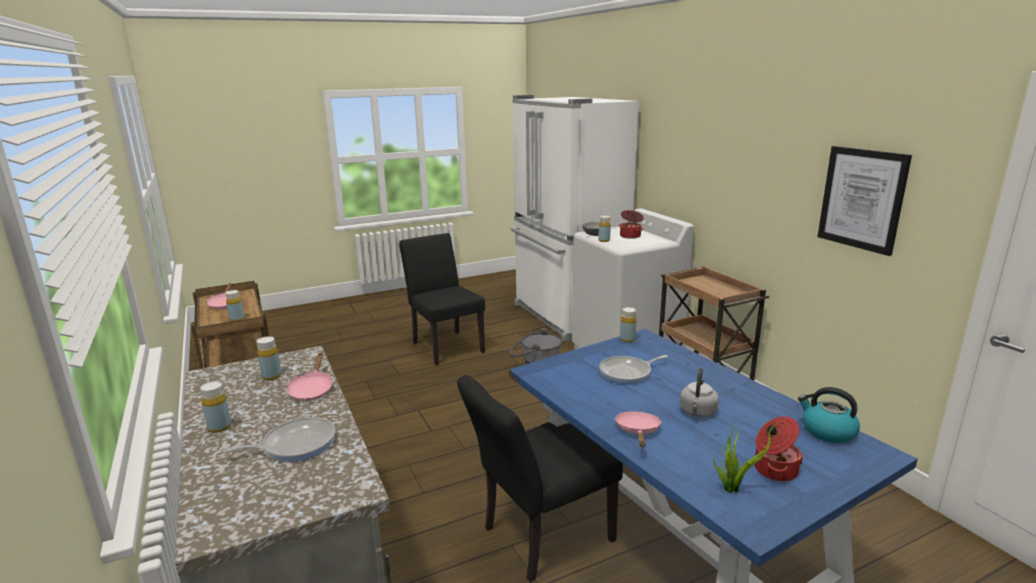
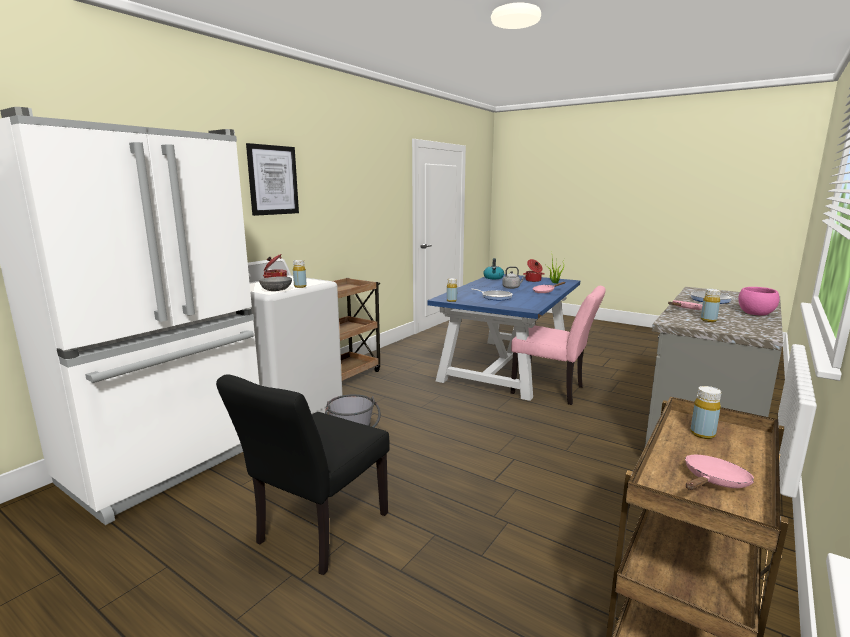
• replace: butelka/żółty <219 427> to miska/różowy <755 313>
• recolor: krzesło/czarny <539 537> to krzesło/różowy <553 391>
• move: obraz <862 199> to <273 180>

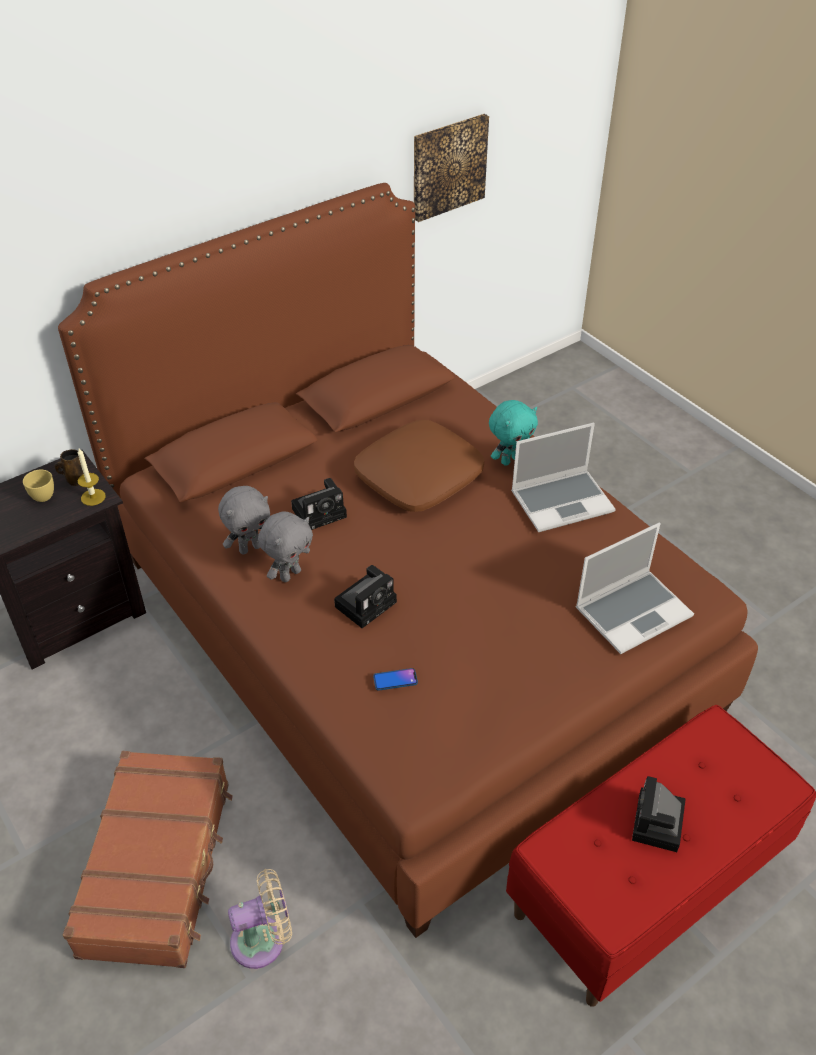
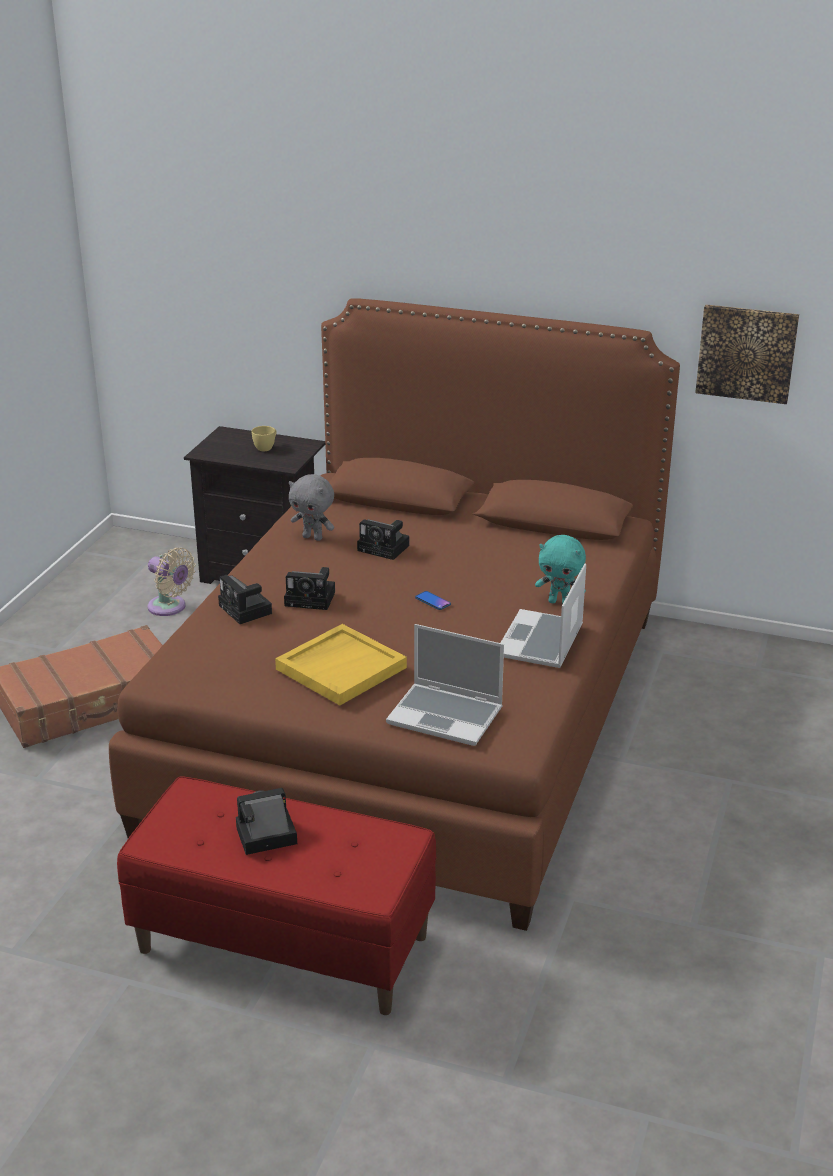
• delete: kubek/brązowy <75 480>
• delete: świeca <93 497>
• move: wentylator/beżowy <263 940> to <170 608>
• delete: pluszak/szary <290 574>
• delete: poduszka/brązowy <418 476>
• move: telefon <395 680> to <433 601>
• rotate: laptop <562 501> = <541 642> 75 degrees clockwise
• insert: aparat fotograficzny <247 610>
• insert: taca/żółty <341 667>

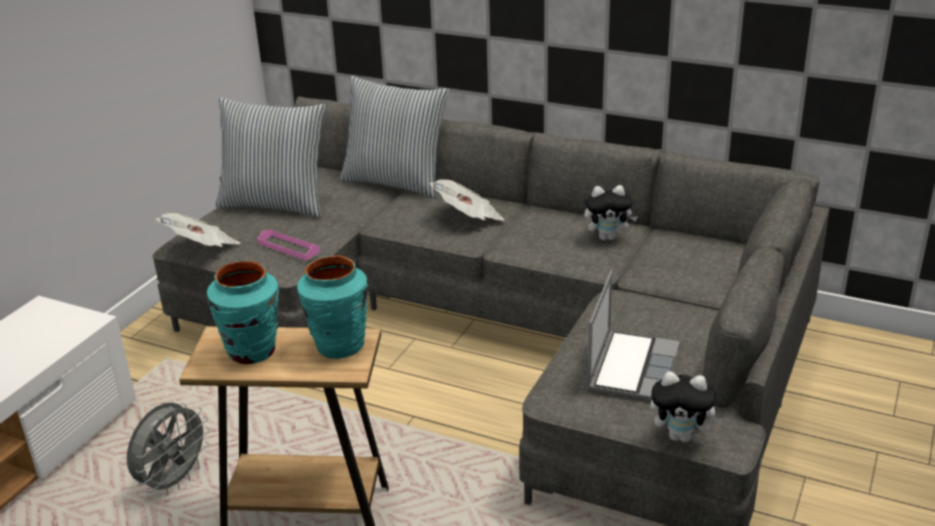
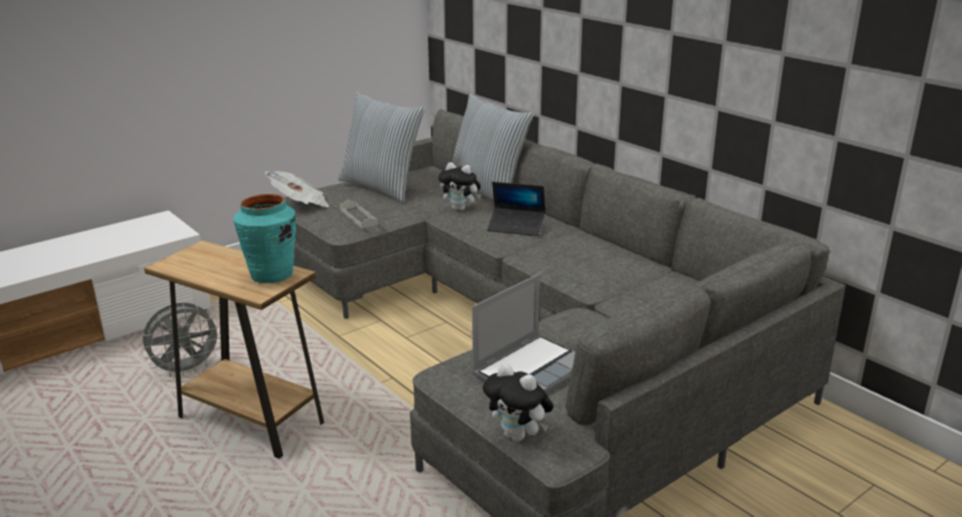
• delete: wazon/turkusowy <252 351>
• recolor: taca/różowy <289 247> to taca/szary <358 217>
• replace: gazeta <468 218> to laptop <516 227>
• move: pluszak <608 237> to <461 209>

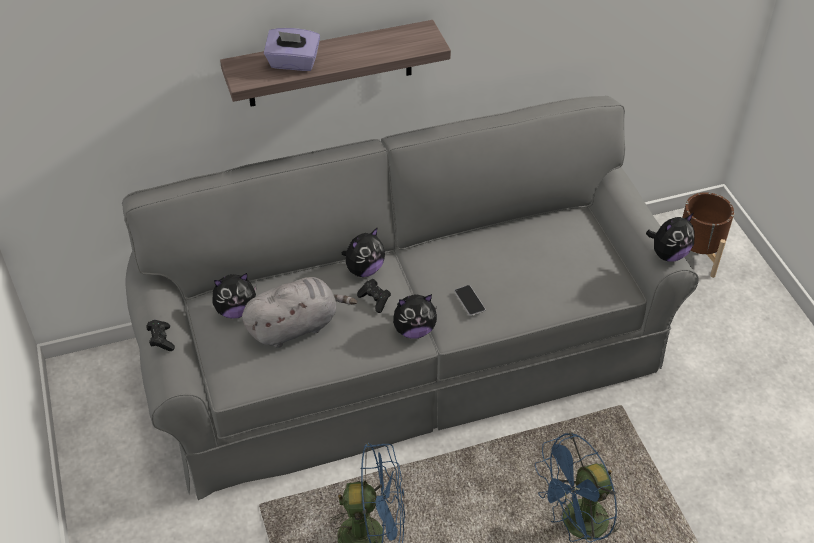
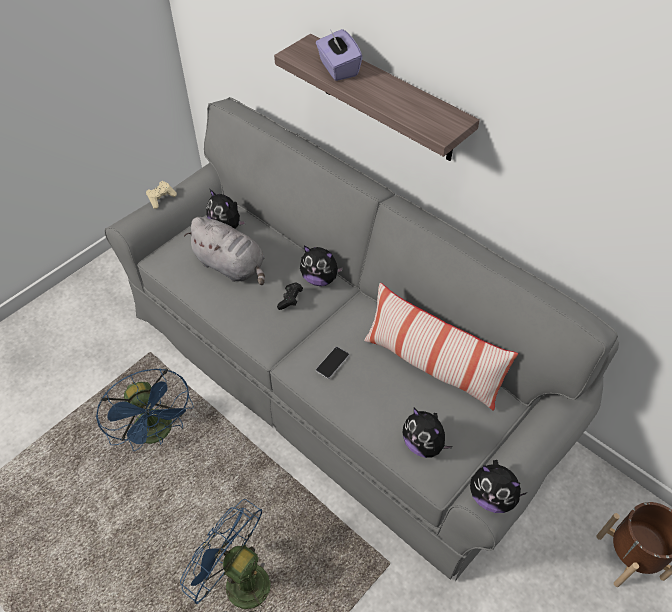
• recolor: pad do gier/czarny <161 340> to pad do gier/beżowy <161 199>
• move: pluszak <414 330> to <423 444>
• insert: poduszka <431 366>

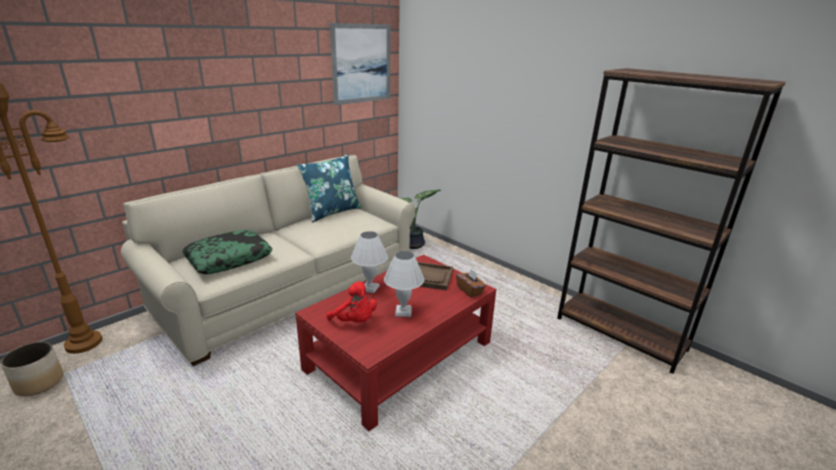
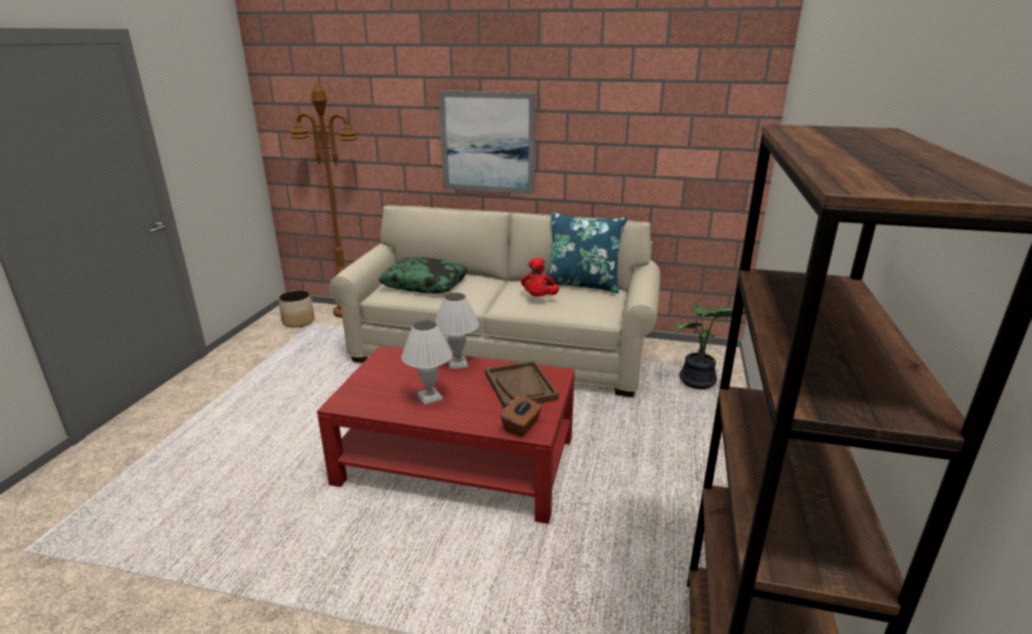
• move: pluszak/czerwony <354 321> to <539 298>
• move: obraz <361 64> to <487 142>

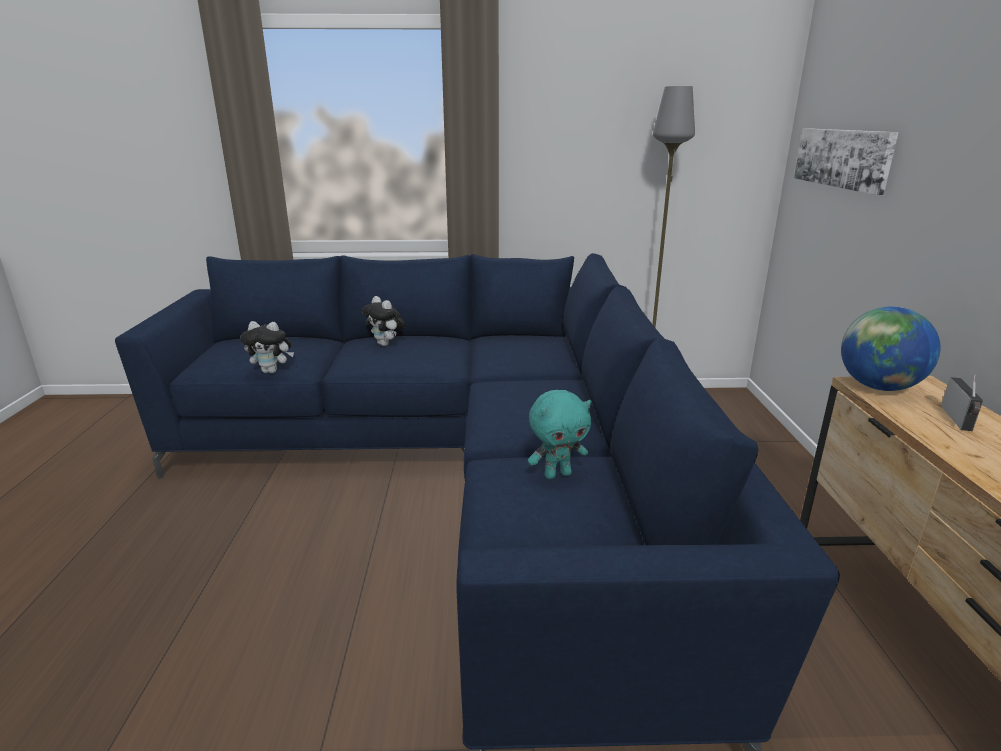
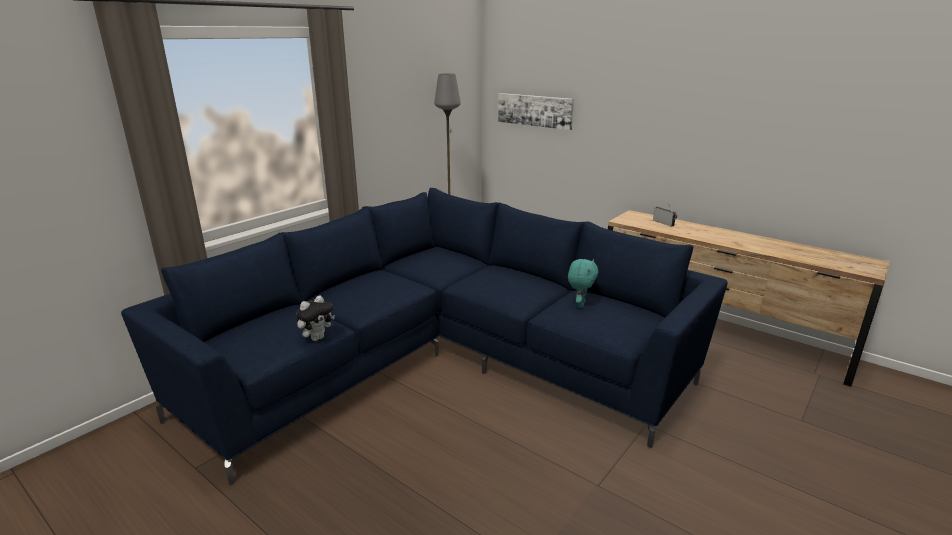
• delete: pluszak <386 344>
• delete: globus <878 387>

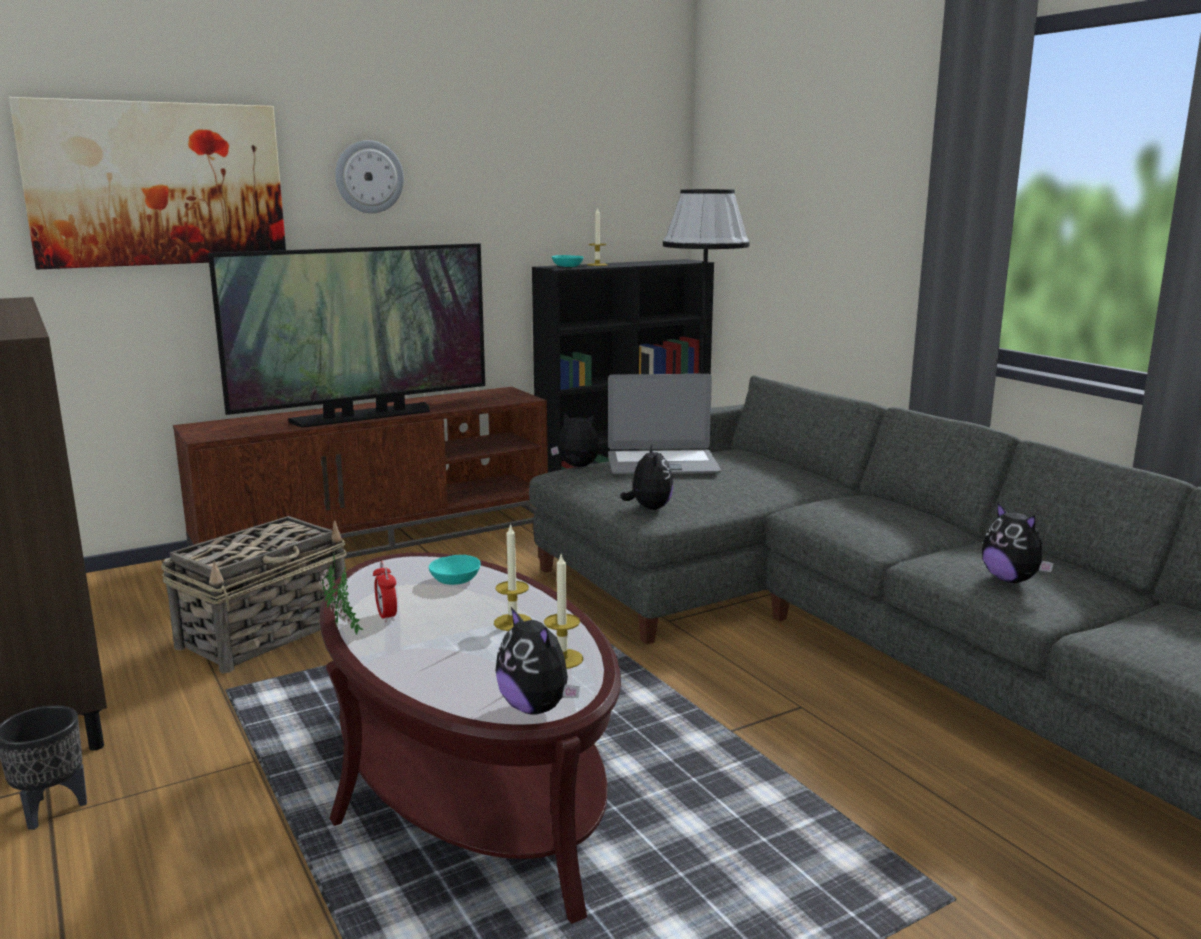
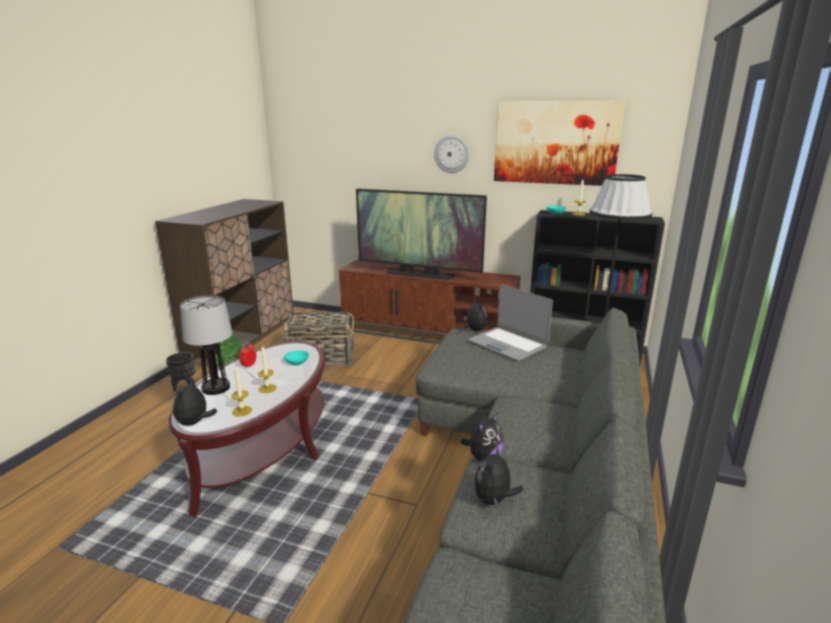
• move: obraz <157 184> to <555 143>
• move: pluszak <649 508> to <483 457>
• insert: lampa stołowa <216 388>

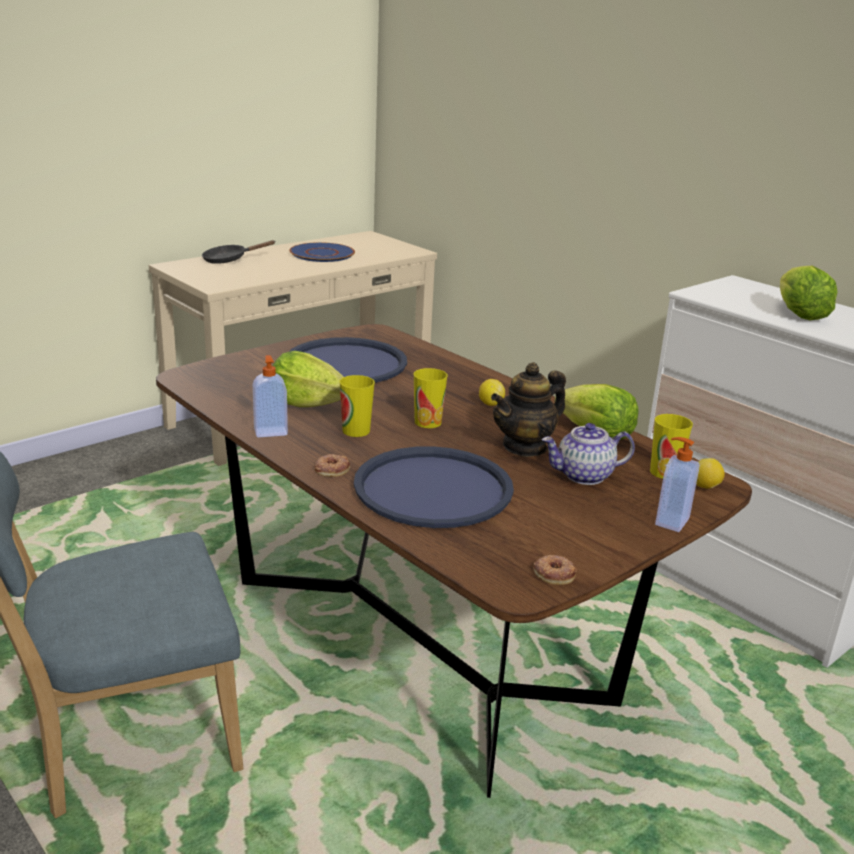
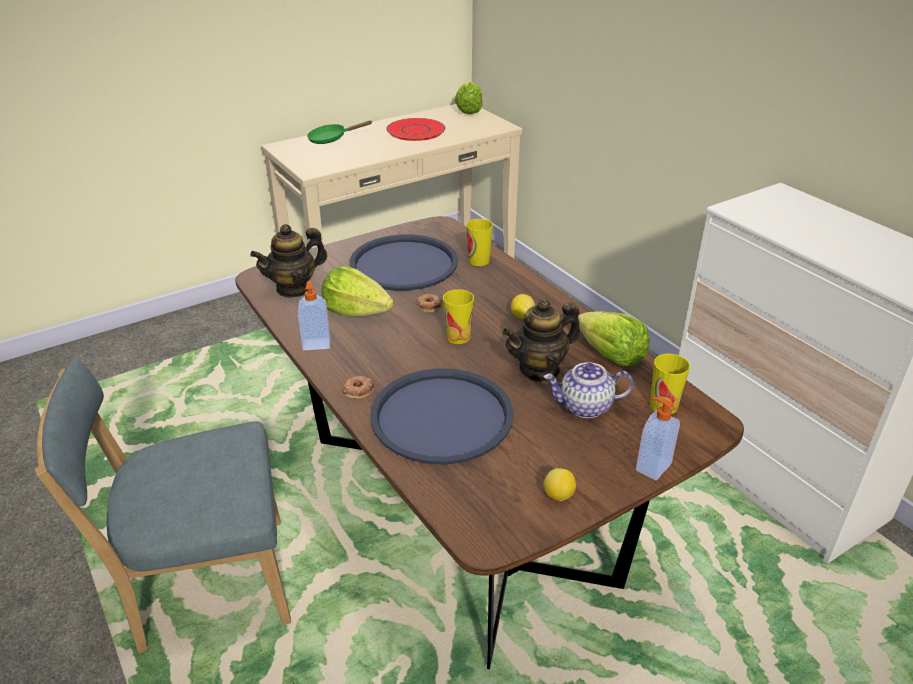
• recolor: patelnia/czarny <229 260> to patelnia/zielony <331 139>
• recolor: talerz/niebieski <321 253> to talerz/czerwony <415 130>
• move: filiżanka <356 431> to <479 261>
• move: donut <554 573> to <429 305>
• move: cytryna <705 487> to <558 496>
• move: sałata <798 314> to <469 110>
• insert: imbryk <294 288>

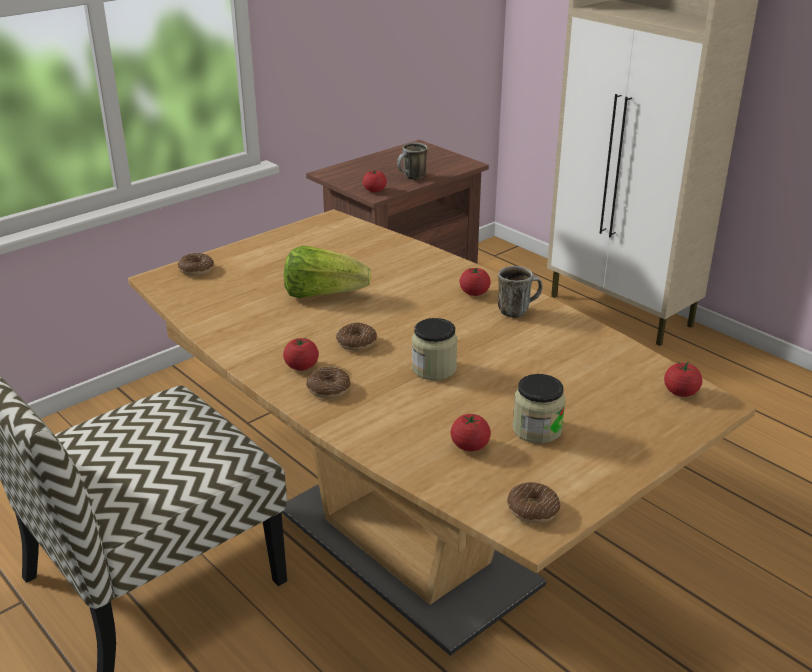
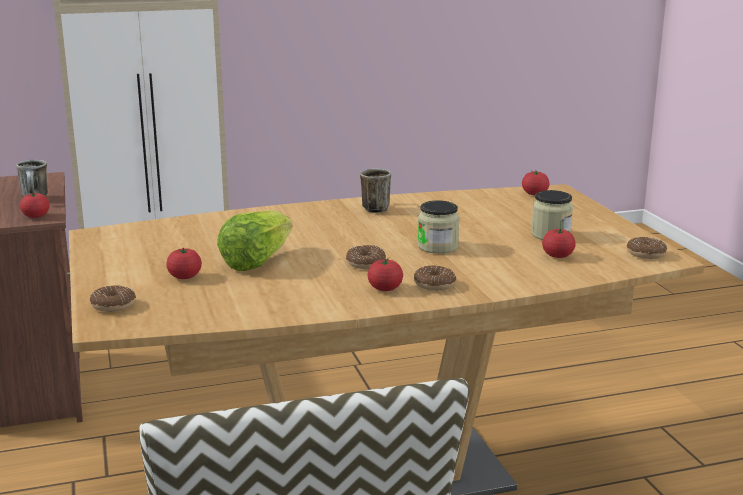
• move: pomidor <474 293> to <185 277>

